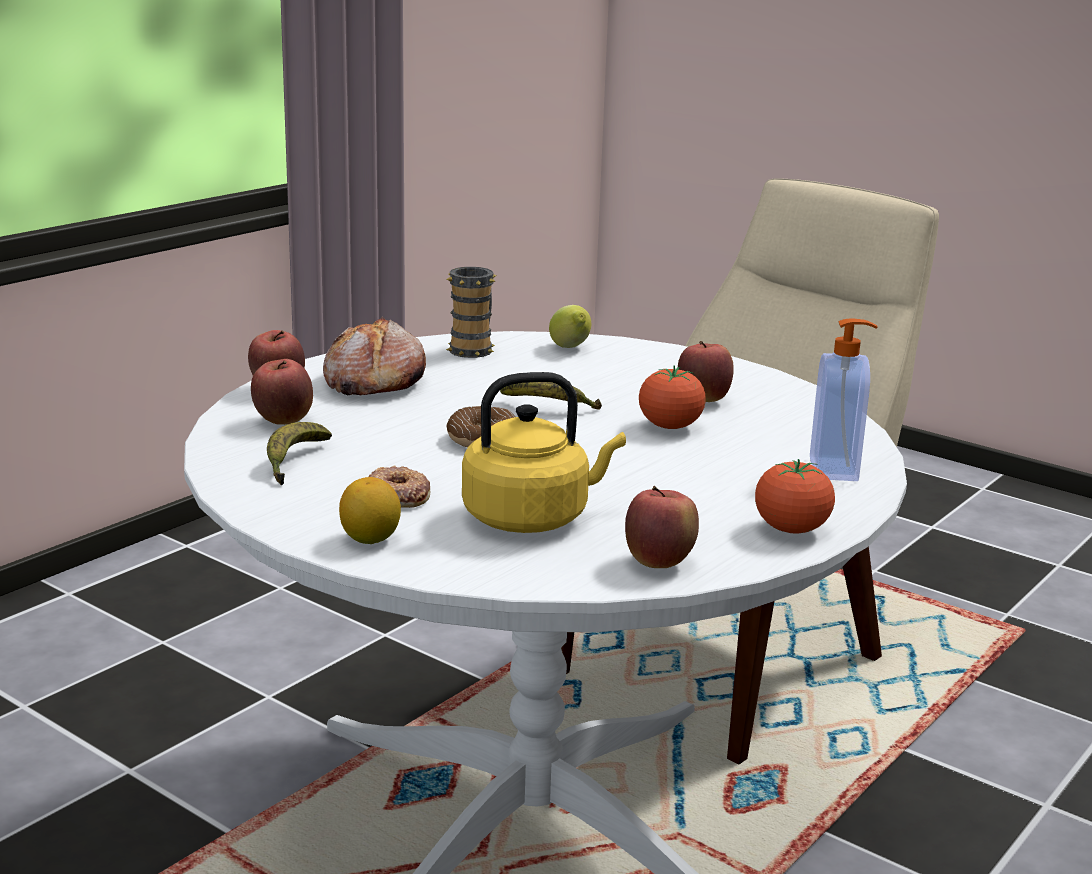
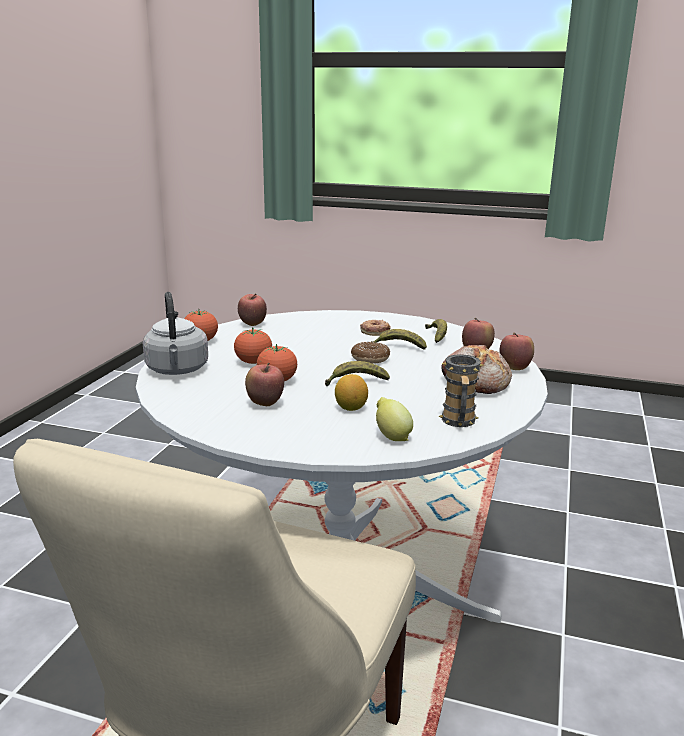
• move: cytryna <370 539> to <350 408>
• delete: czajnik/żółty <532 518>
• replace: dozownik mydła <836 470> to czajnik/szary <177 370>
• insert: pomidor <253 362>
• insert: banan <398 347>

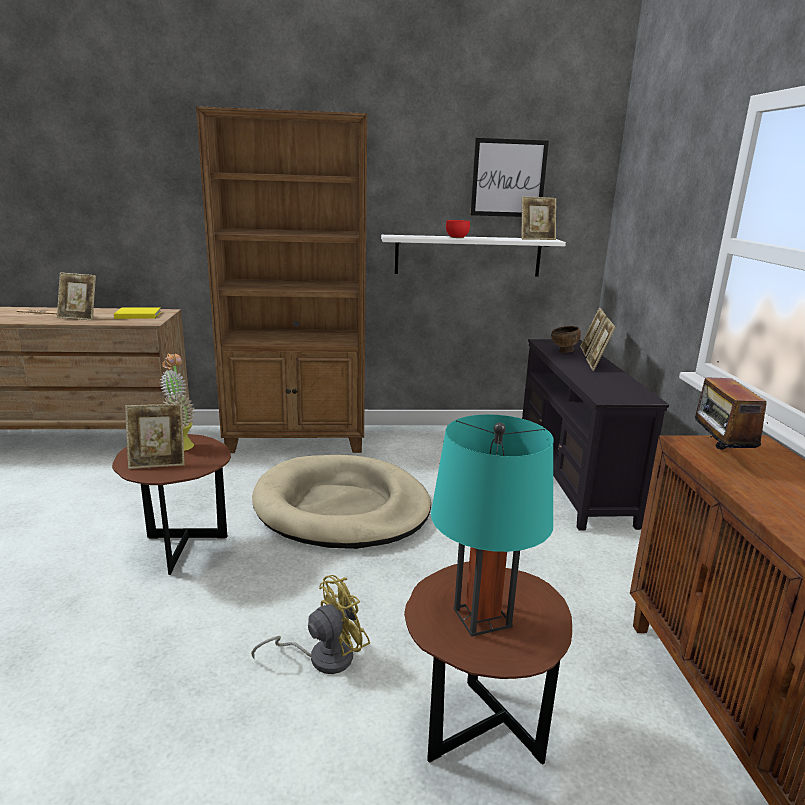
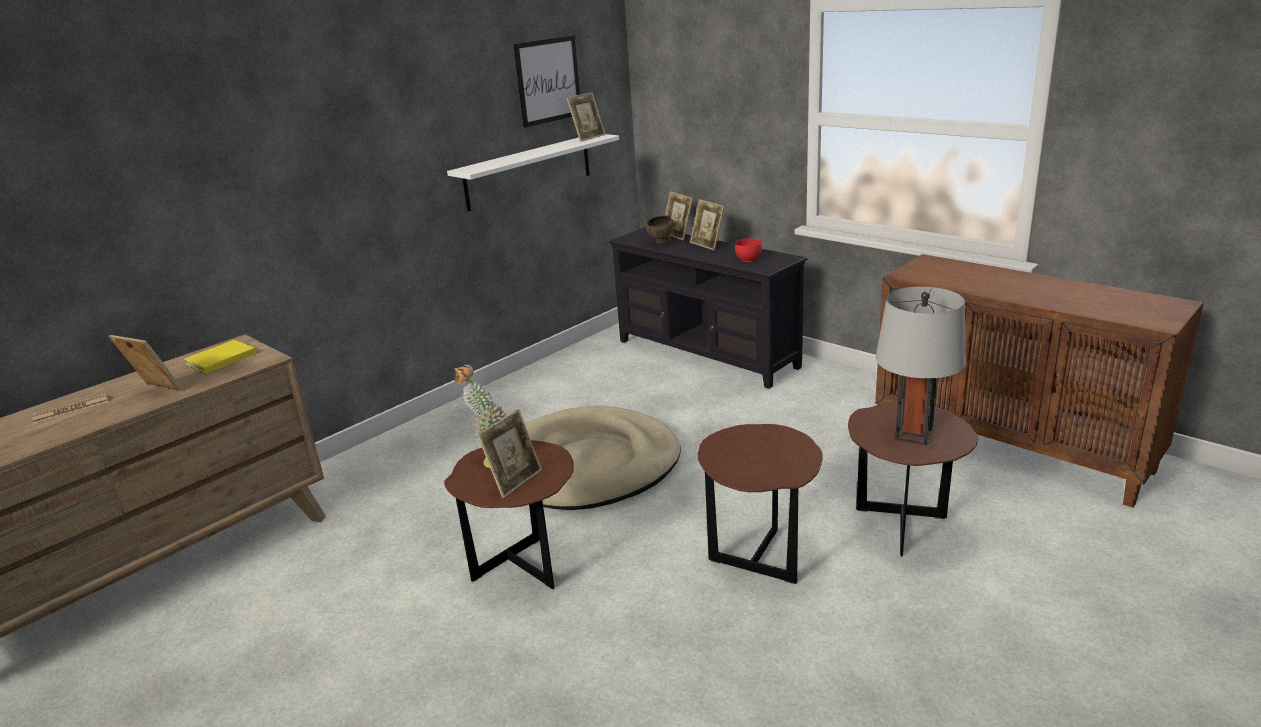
• rotate: ramka na zdjęcie <79 318> = <156 391> 120 degrees counterclockwise
• delete: regał/brązowy <297 440>
• replace: wentylator/żółty <322 657> to stolik/brązowy <760 555>
• recolor: lampa stołowa/turkusowy <482 618> to lampa stołowa/szary <914 434>
• move: miska/czerwony <458 237> to <749 259>
• delete: radio <718 455>

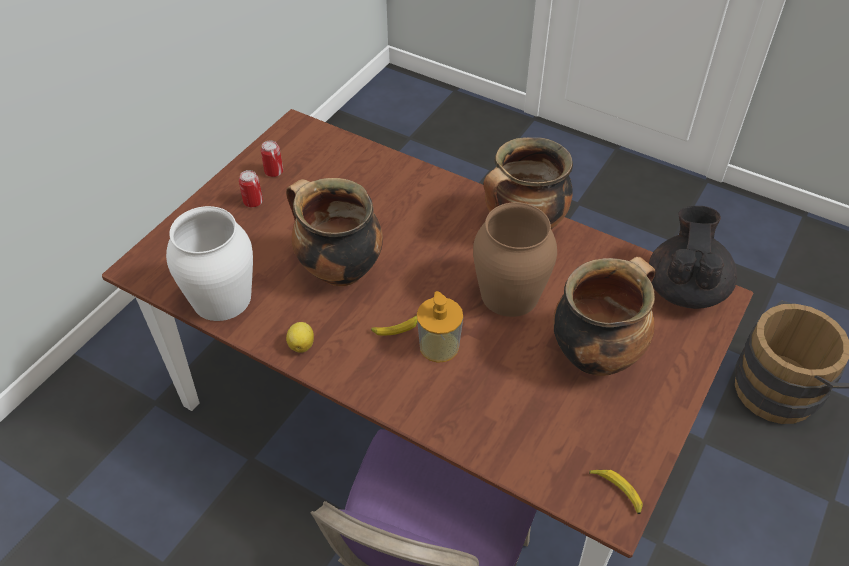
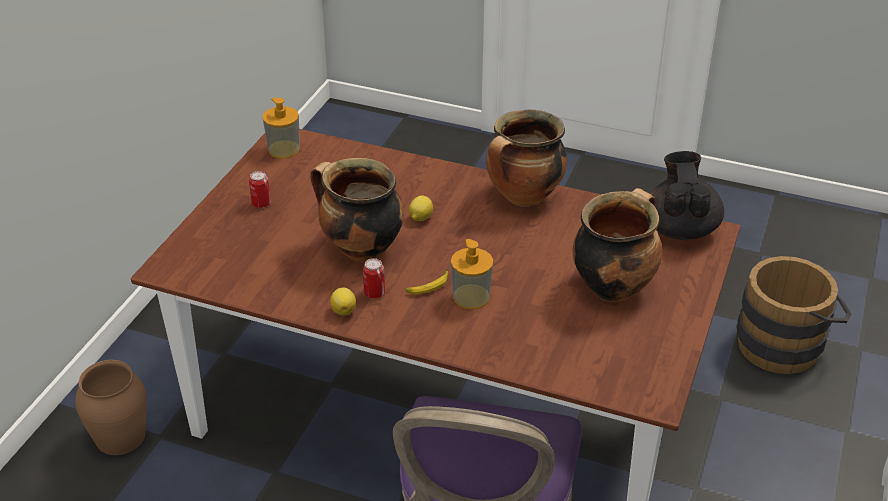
• delete: wazon/biały <222 298>
• move: puszka <274 172> to <374 293>
• move: wazon/brązowy <510 295> to <120 437>
• delete: banan <617 492>
• insert: dozownik mydła <284 149>
• insert: cytryna <420 218>

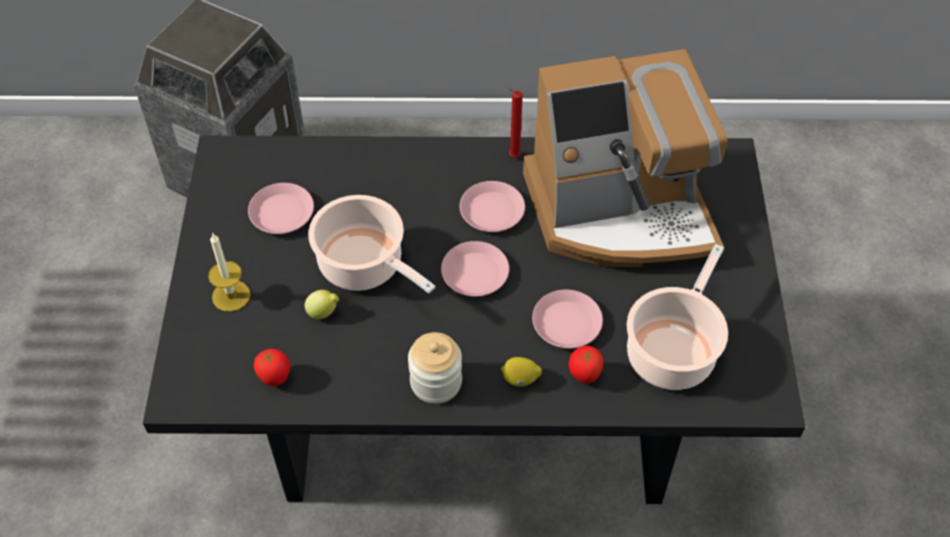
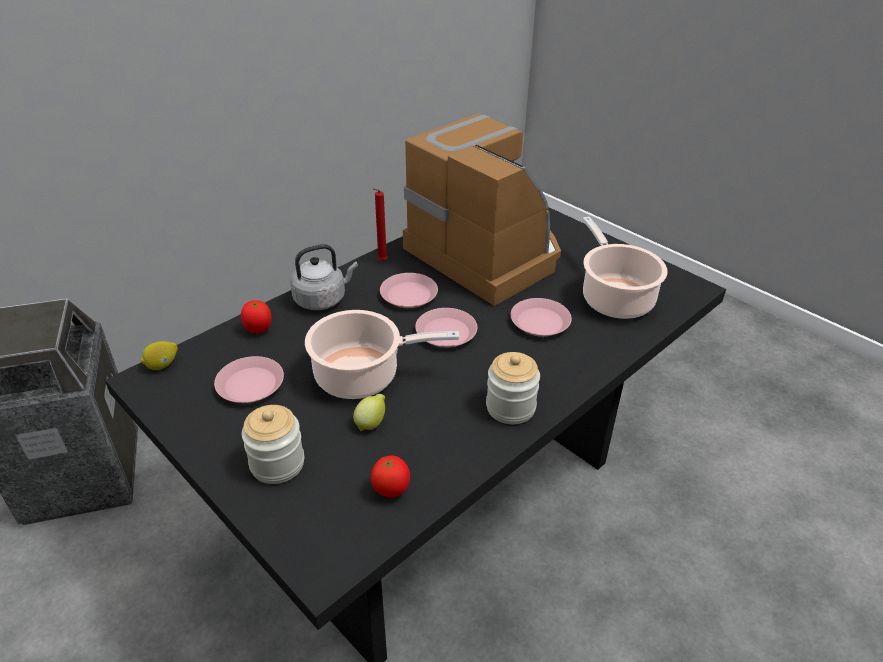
• replace: świeca <231 296> to słoik <277 464>
• move: cytryna <520 379> to <162 365>
• rotate: ekspres do kawy <620 211> = <486 252> 75 degrees counterclockwise
• move: pomidor <584 375> to <258 330>
• insert: czajnik/szary <322 299>

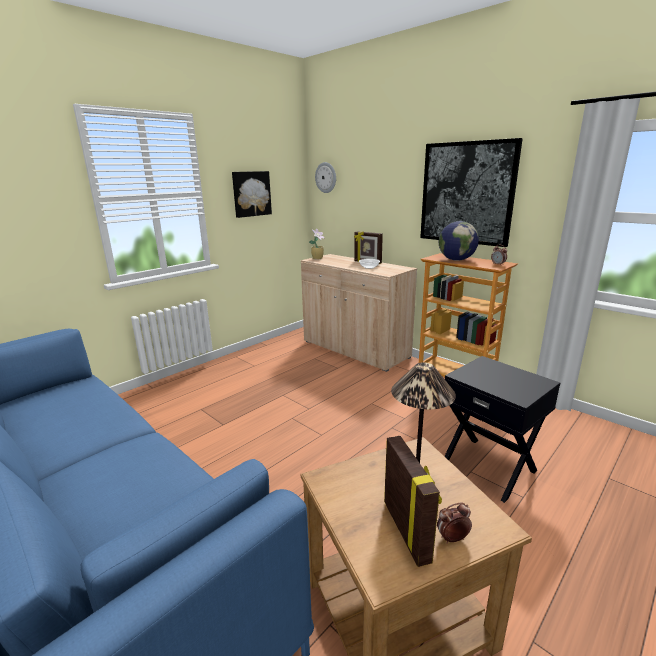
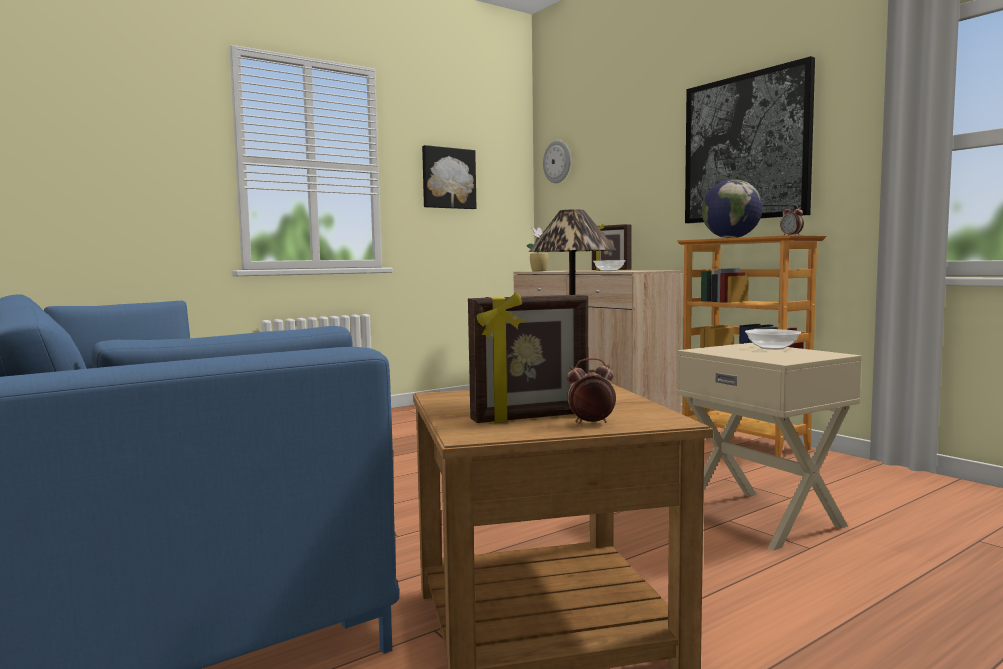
• rotate: ramka na zdjęcie <407 530> = <531 418> 75 degrees clockwise
• recolor: stolik/czarny <489 467> to stolik/beżowy <763 518>
• insert: miska <772 348>

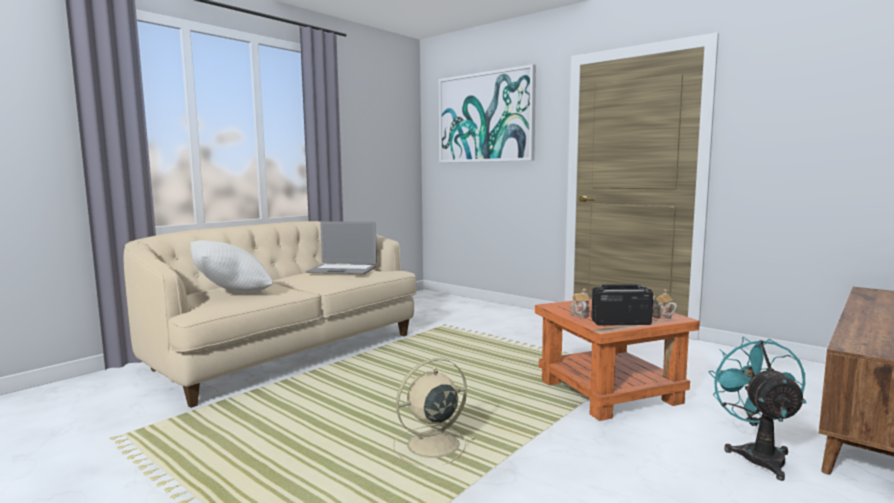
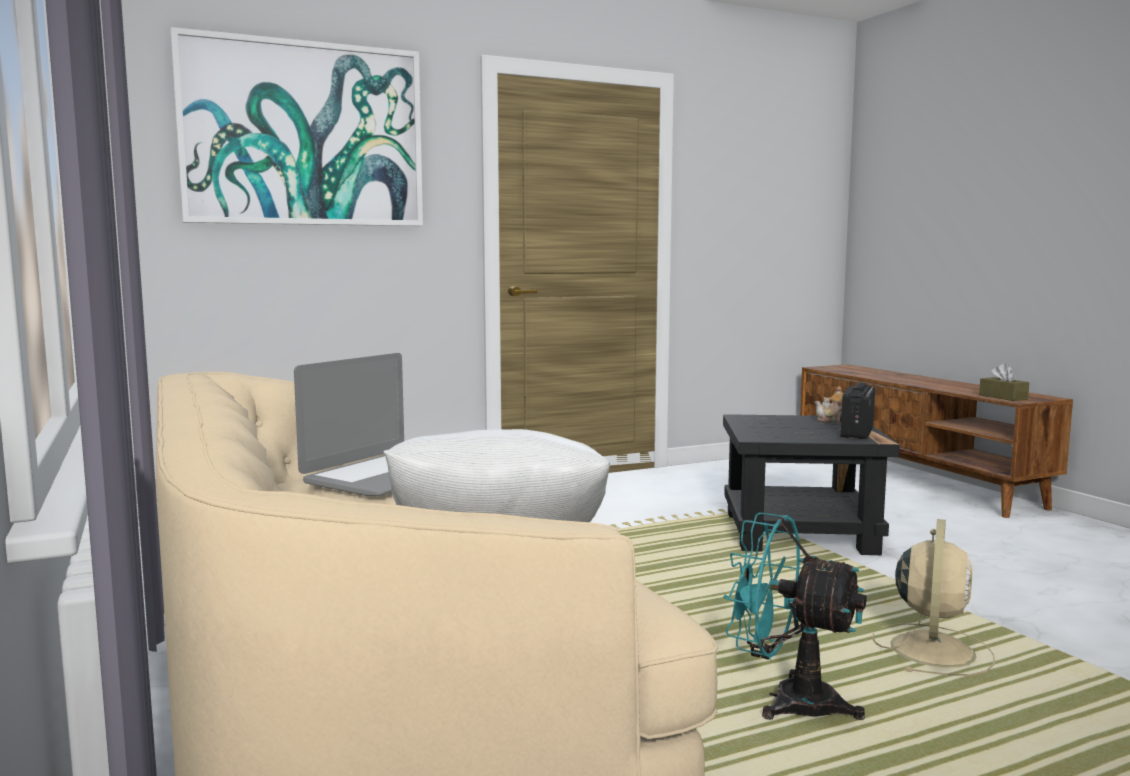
• rotate: wentylator/beżowy <431 445> = <932 649> 150 degrees counterclockwise
• recolor: stolik/pomarańczowy <608 392> to stolik/czarny <801 533>
• delete: imbryk <579 314>
• move: wentylator/turkusowy <757 454> to <788 700>
• insert: pudełko chusteczek/brązowy <1003 397>

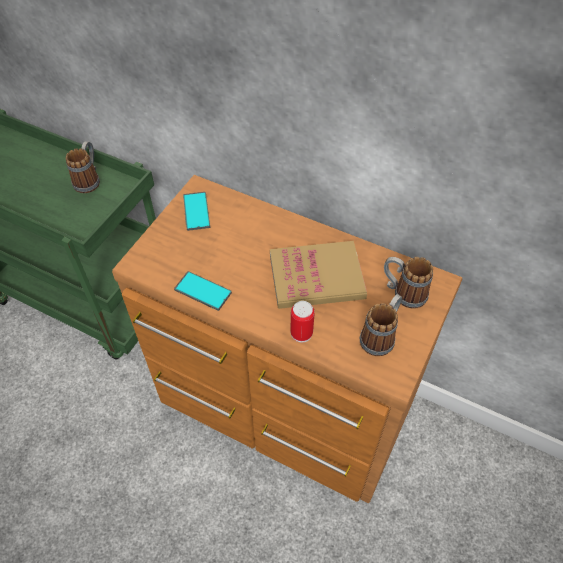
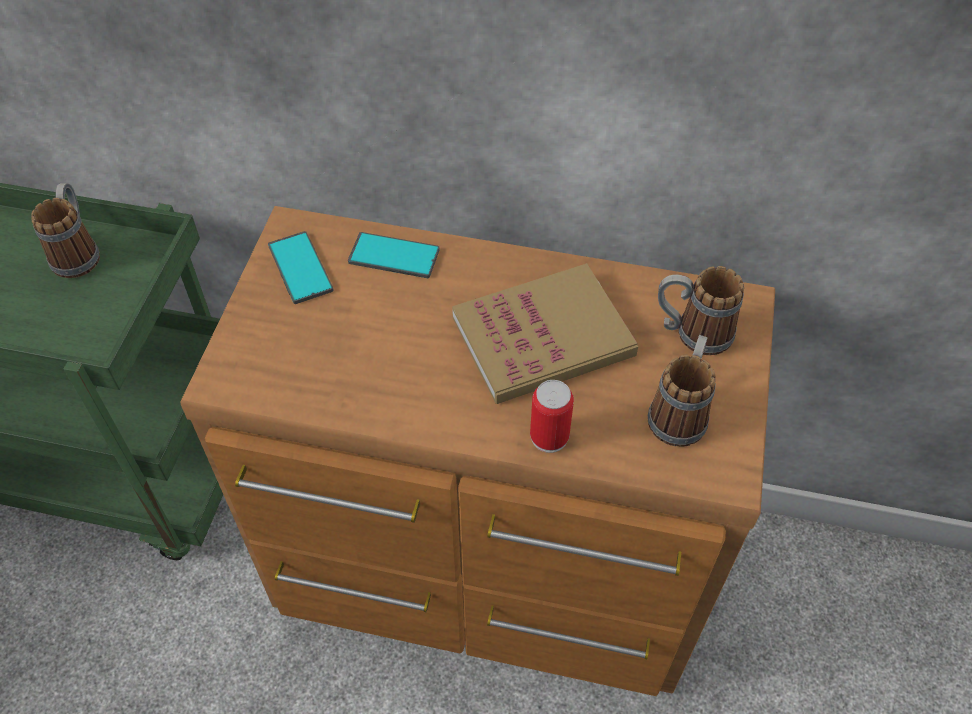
• move: telefon <203 291> to <394 256>

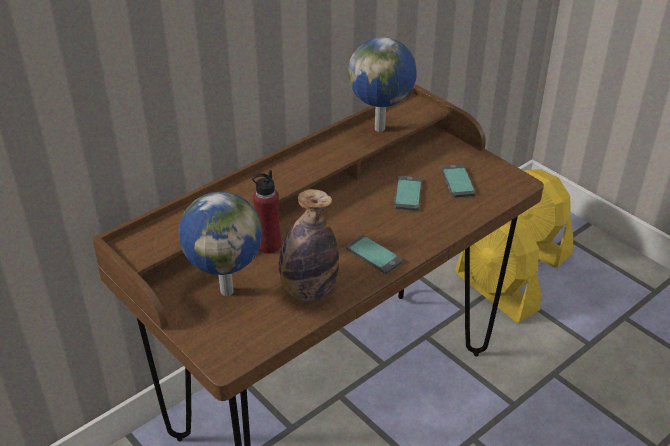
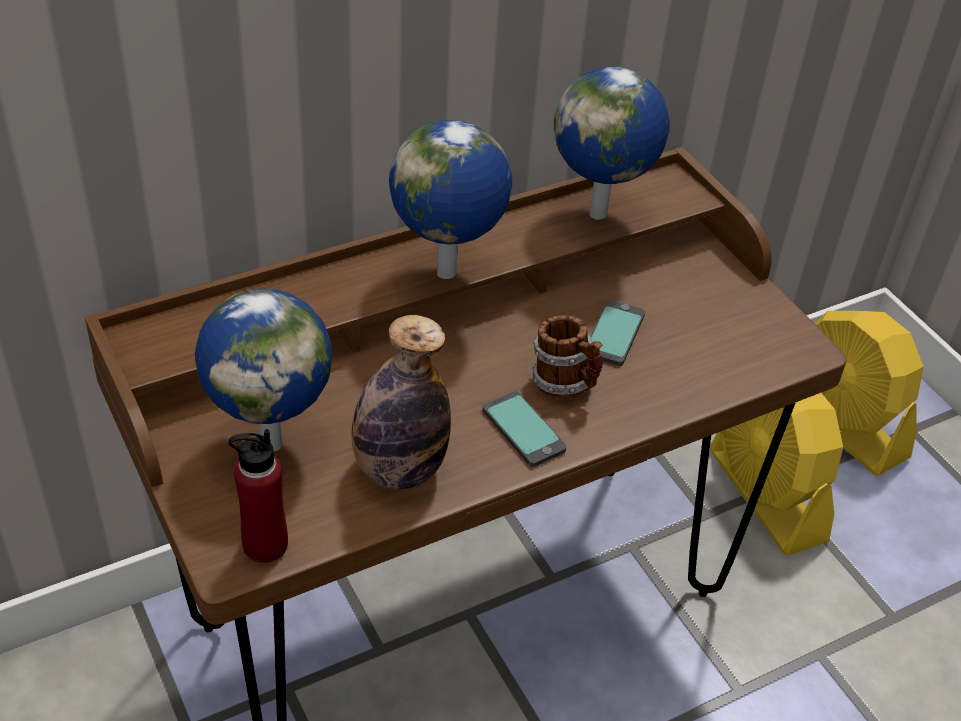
• move: butelka/czerwony <268 245> to <265 544>
• delete: telefon <457 182>
• insert: globus <448 274>
• insert: kubek <565 385>

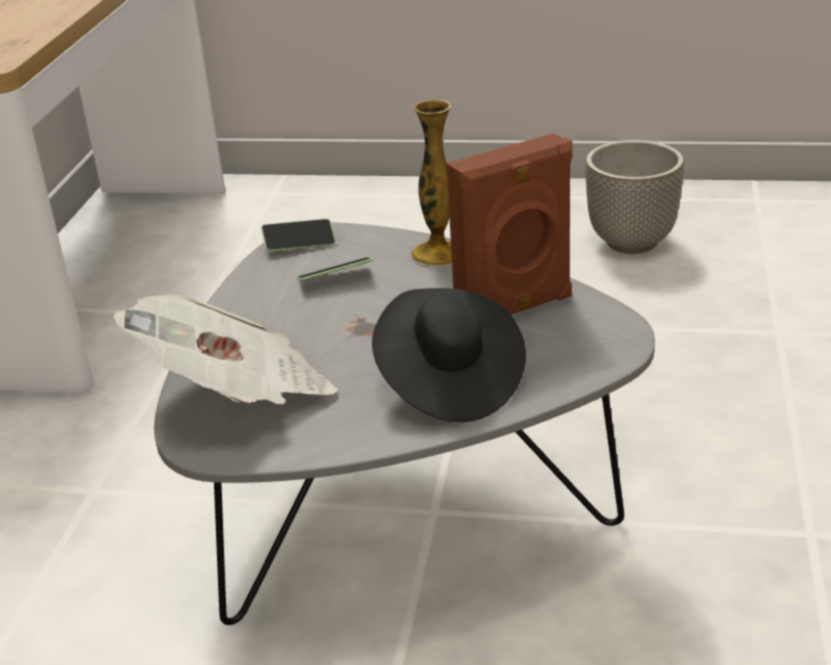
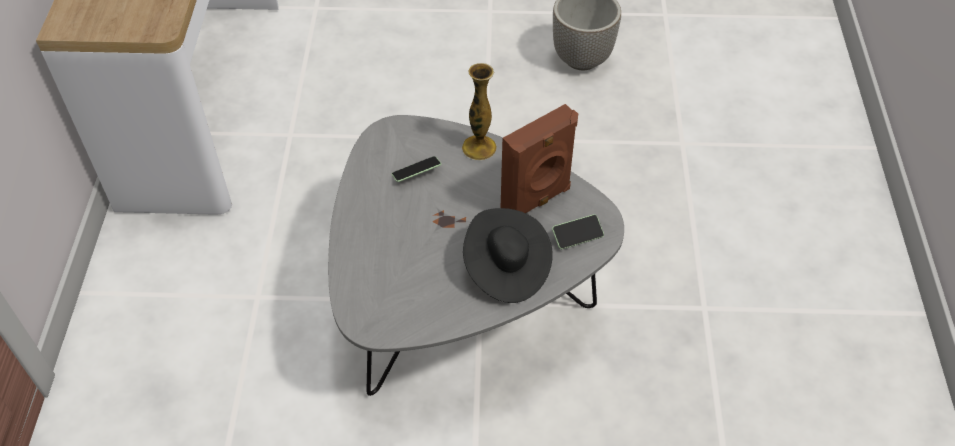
• delete: gazeta <237 394>
• move: telefon <299 244> to <577 236>

